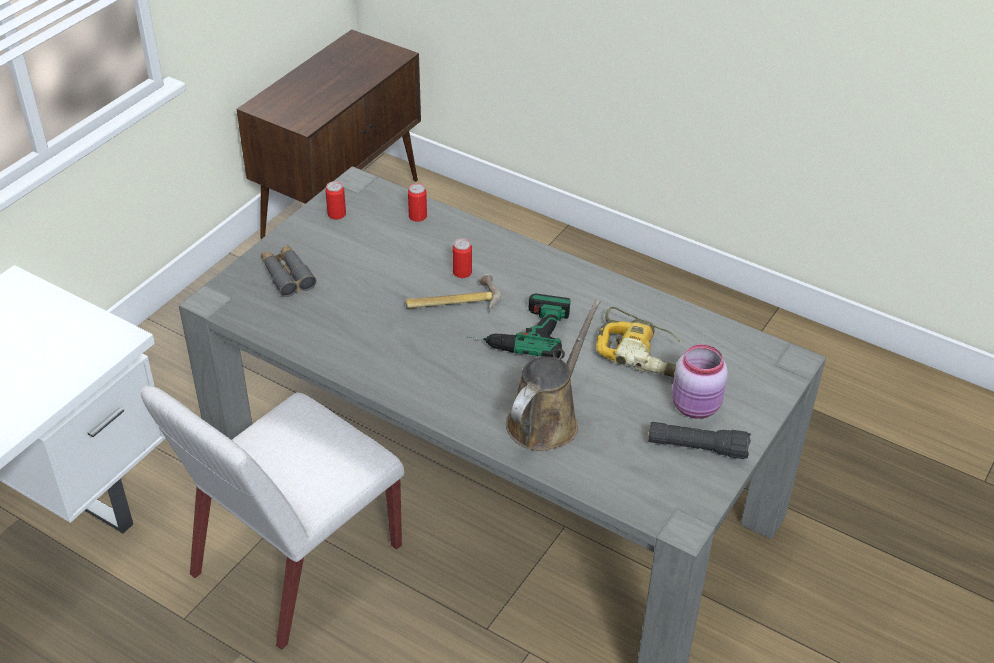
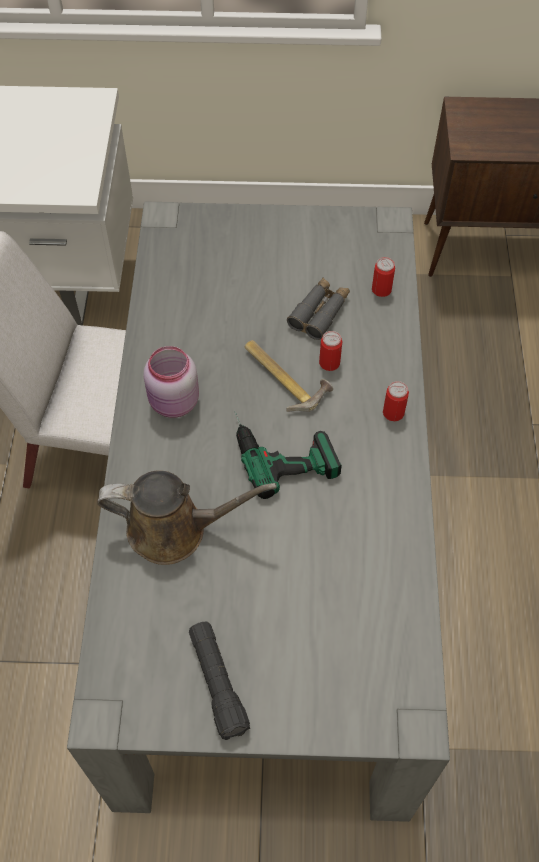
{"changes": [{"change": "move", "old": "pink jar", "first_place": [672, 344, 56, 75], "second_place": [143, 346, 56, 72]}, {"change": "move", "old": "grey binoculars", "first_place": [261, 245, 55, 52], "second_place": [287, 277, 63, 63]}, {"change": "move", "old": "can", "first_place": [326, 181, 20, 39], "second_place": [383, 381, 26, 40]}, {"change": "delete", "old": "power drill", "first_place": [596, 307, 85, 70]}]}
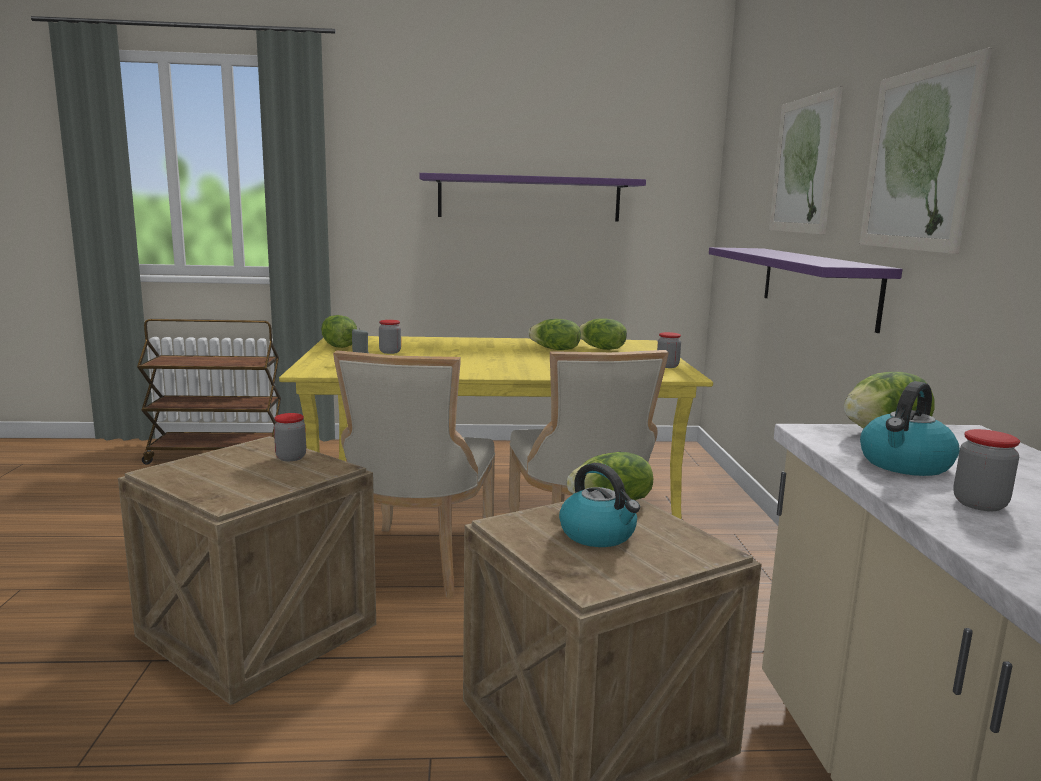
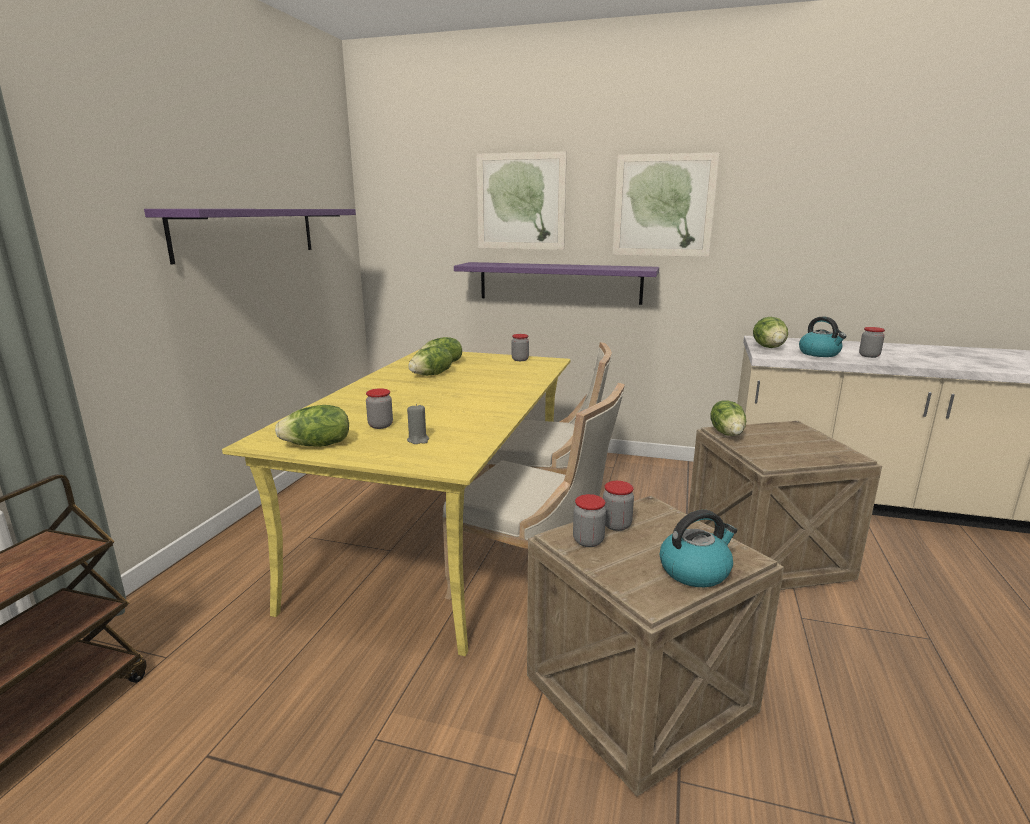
{"changes": [{"change": "insert", "new": "jar", "second_place": [573, 494, 33, 53]}, {"change": "move", "old": "kettle", "first_place": [559, 463, 81, 84], "second_place": [660, 510, 77, 77]}]}
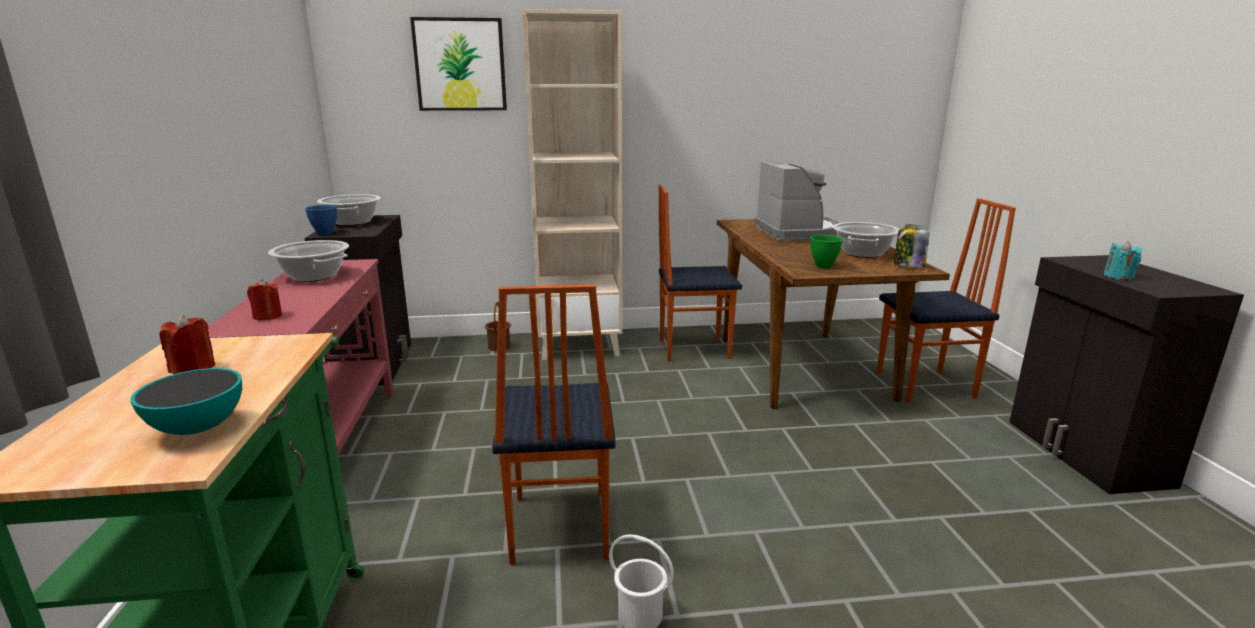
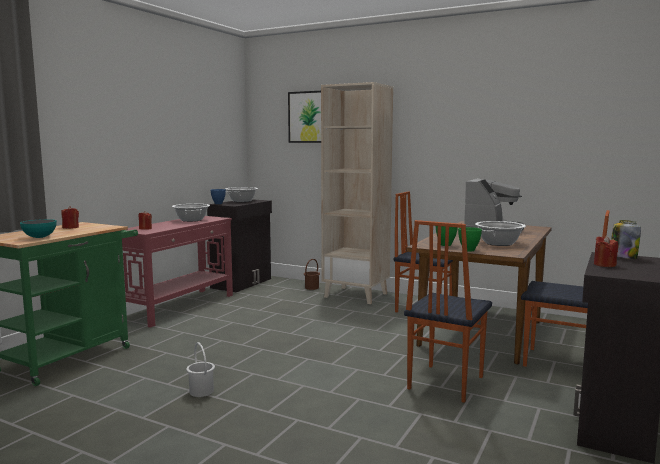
{"changes": [{"change": "move", "old": "chair", "first_place": [492, 284, 124, 281], "second_place": [404, 220, 88, 183]}, {"change": "insert", "new": "green bowl", "second_place": [458, 227, 24, 25]}, {"change": "recolor", "old": "turquoise candle", "new": "red candle", "first_place": [1104, 241, 38, 40], "second_place": [594, 236, 24, 31]}, {"change": "move", "old": "jar", "first_place": [894, 224, 36, 44], "second_place": [611, 220, 30, 39]}]}
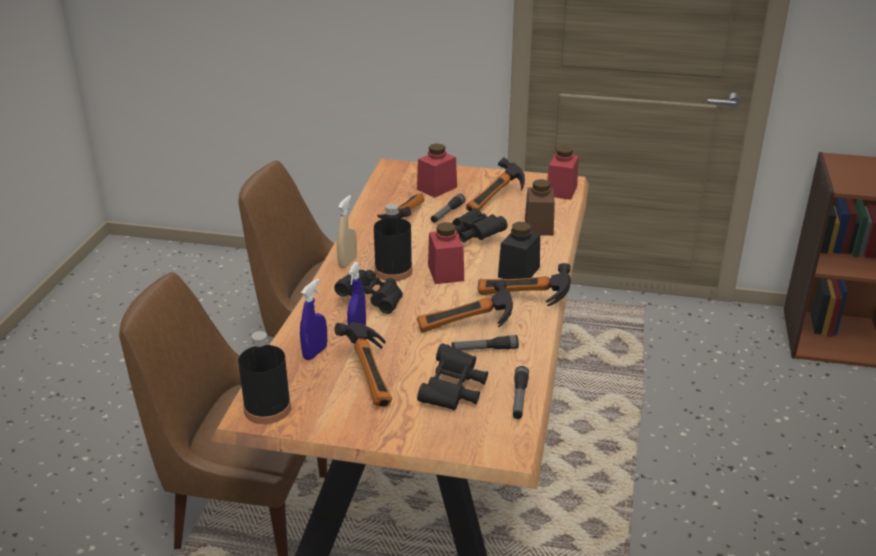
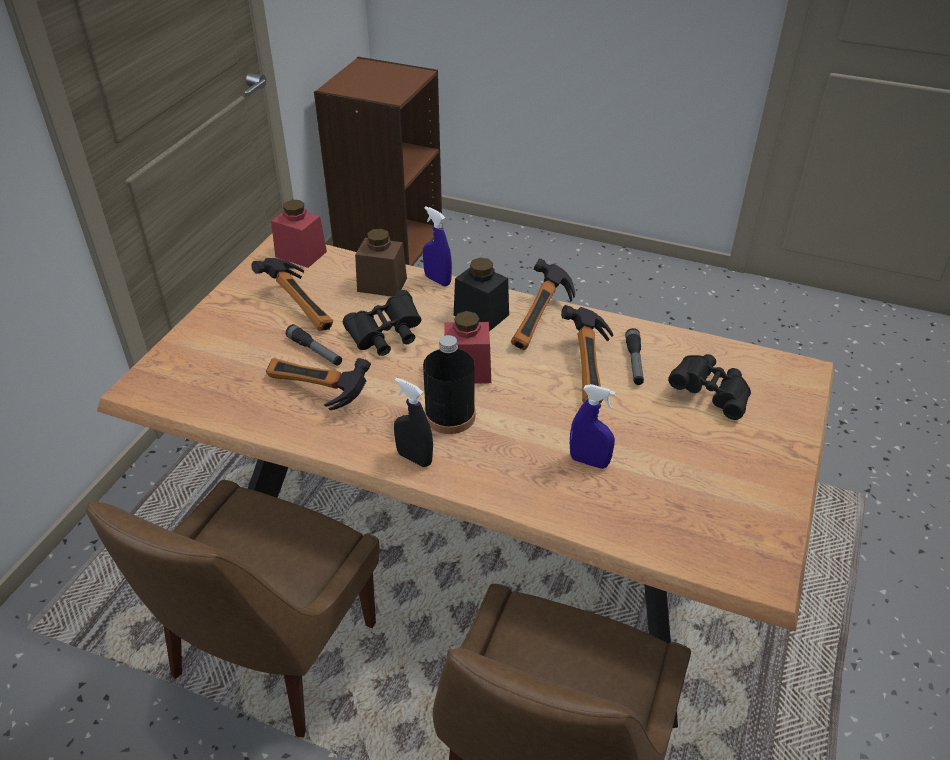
{"changes": [{"change": "recolor", "old": "beige spray bottle", "new": "black spray bottle", "first_place": [337, 195, 20, 73], "second_place": [394, 377, 39, 90]}, {"change": "move", "old": "blue spray bottle", "first_place": [300, 278, 27, 82], "second_place": [423, 206, 29, 80]}, {"change": "delete", "old": "black bottle", "first_place": [238, 331, 53, 93]}, {"change": "delete", "old": "black binoculars", "first_place": [334, 270, 69, 44]}, {"change": "delete", "old": "hammer", "first_place": [335, 322, 57, 85]}, {"change": "delete", "old": "red jar", "first_place": [417, 144, 40, 54]}, {"change": "delete", "old": "flashlight", "first_place": [513, 366, 16, 53]}]}
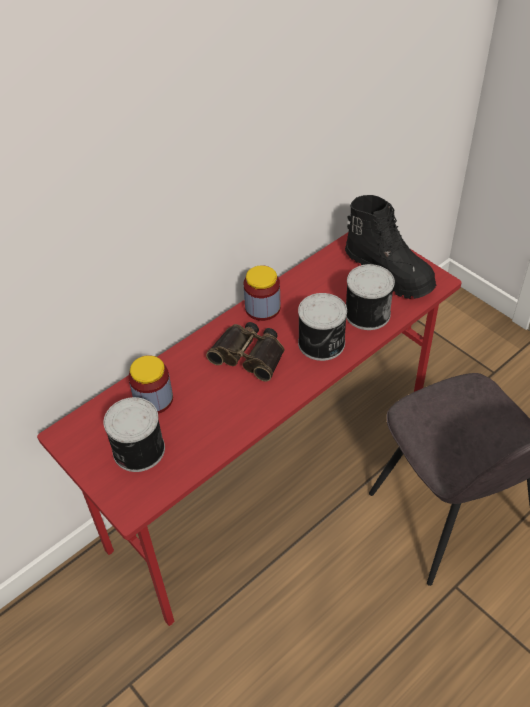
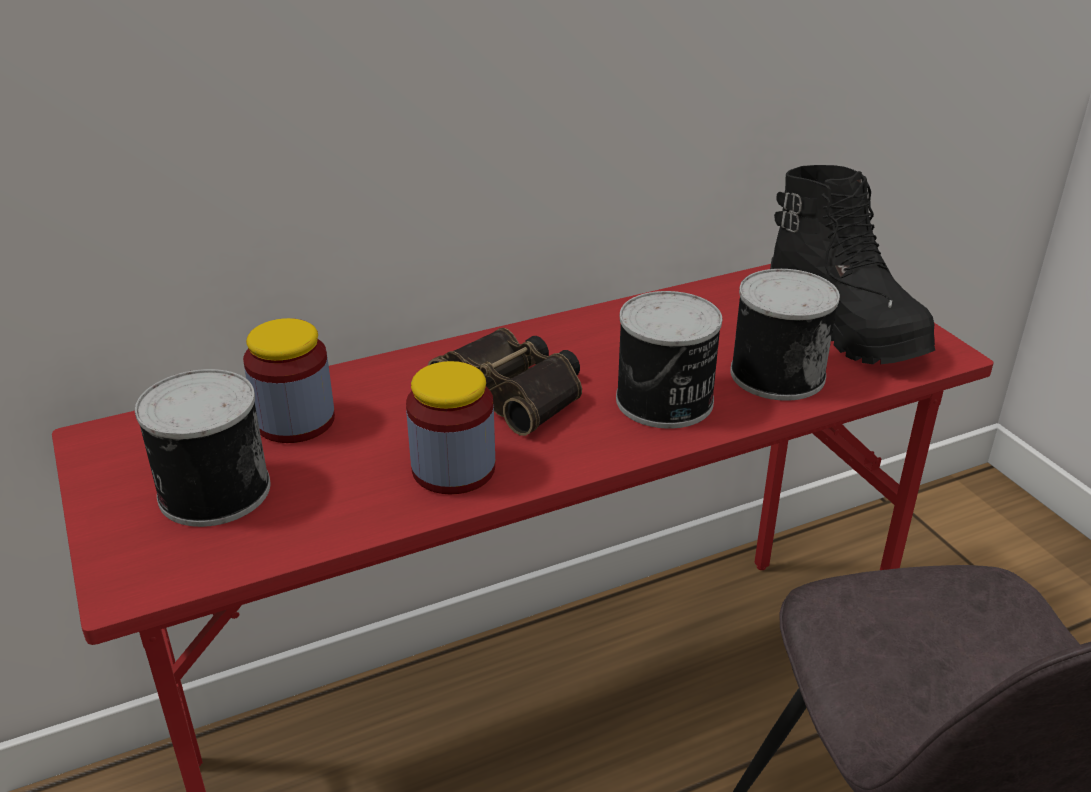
{"changes": [{"change": "move", "old": "jar", "first_place": [244, 265, 36, 56], "second_place": [406, 361, 89, 134]}]}
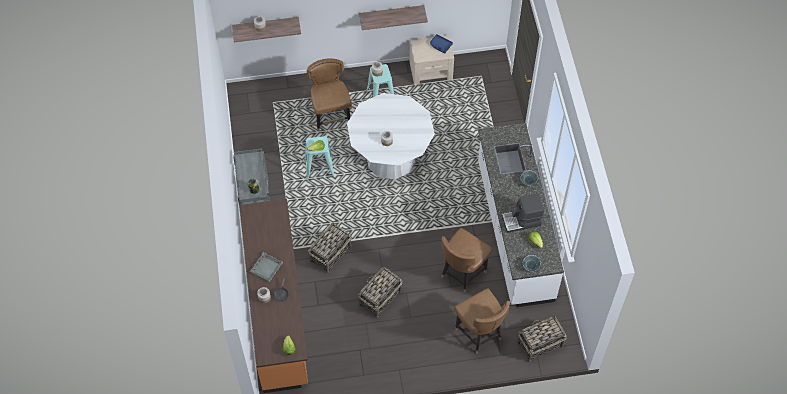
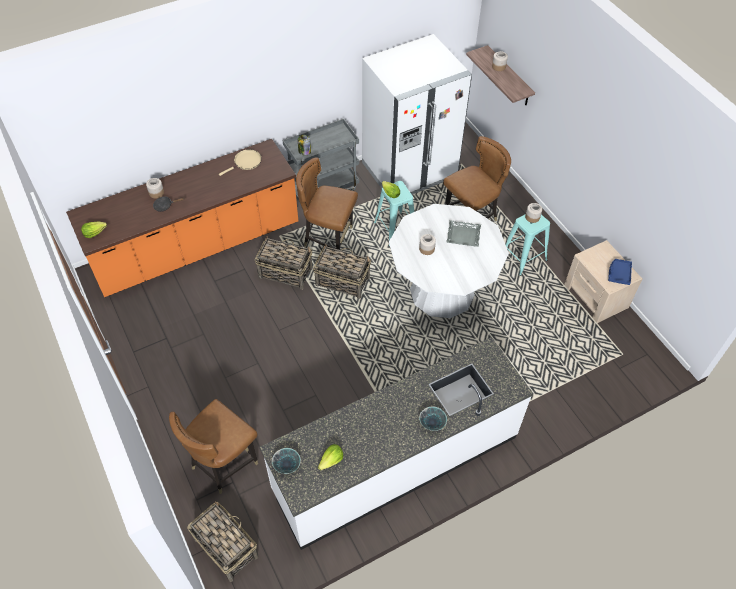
{"changes": [{"change": "insert", "new": "beige frying pan", "second_place": [219, 149, 43, 27]}, {"change": "move", "old": "brown chair", "first_place": [441, 228, 52, 65], "second_place": [296, 157, 62, 93]}, {"change": "move", "old": "basket", "first_place": [358, 266, 45, 52], "second_place": [313, 244, 58, 55]}, {"change": "insert", "new": "white fridge", "second_place": [362, 34, 110, 161]}, {"change": "move", "old": "grey tray", "first_place": [250, 252, 33, 30], "second_place": [446, 220, 35, 27]}, {"change": "delete", "old": "shelf", "first_place": [359, 5, 69, 25]}, {"change": "delete", "old": "coffee machine", "first_place": [502, 193, 42, 40]}]}
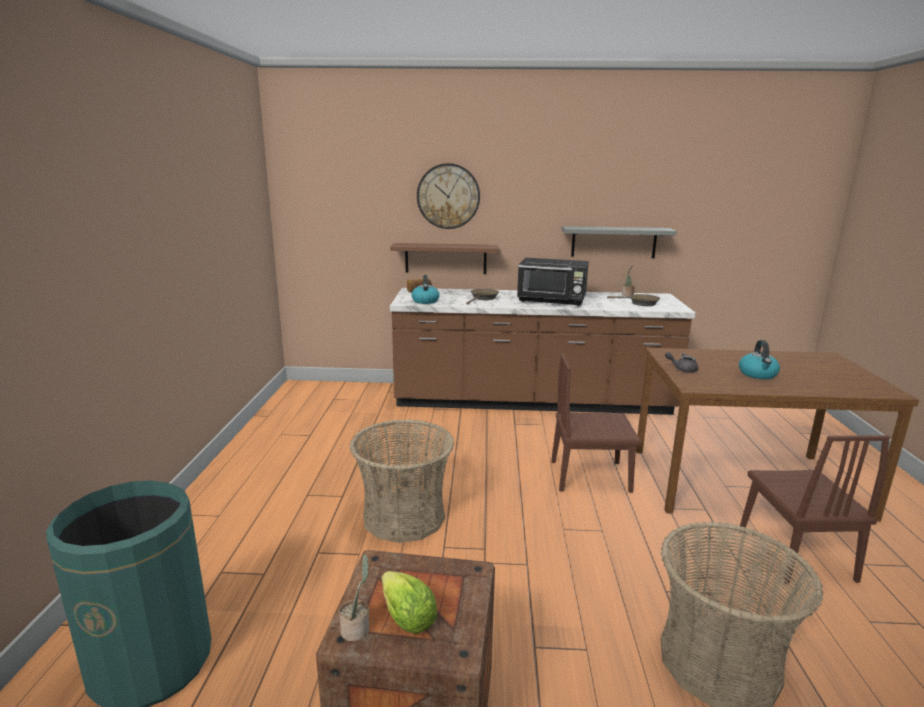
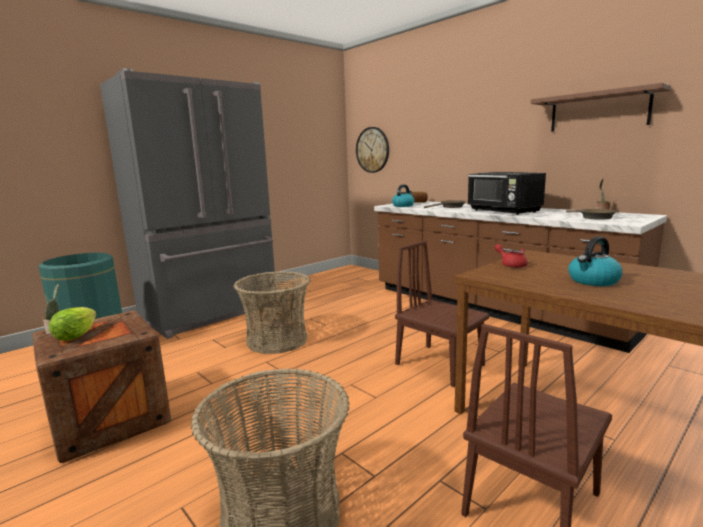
{"changes": [{"change": "insert", "new": "grey fridge", "second_place": [100, 68, 178, 271]}, {"change": "move", "old": "wall clock", "first_place": [417, 163, 63, 66], "second_place": [356, 127, 33, 46]}, {"change": "recolor", "old": "grey teapot", "new": "red teapot", "first_place": [665, 352, 33, 20], "second_place": [494, 244, 34, 24]}, {"change": "move", "old": "brown shelf", "first_place": [390, 243, 108, 31], "second_place": [531, 83, 140, 49]}, {"change": "delete", "old": "grey shelf", "first_place": [562, 226, 115, 32]}]}
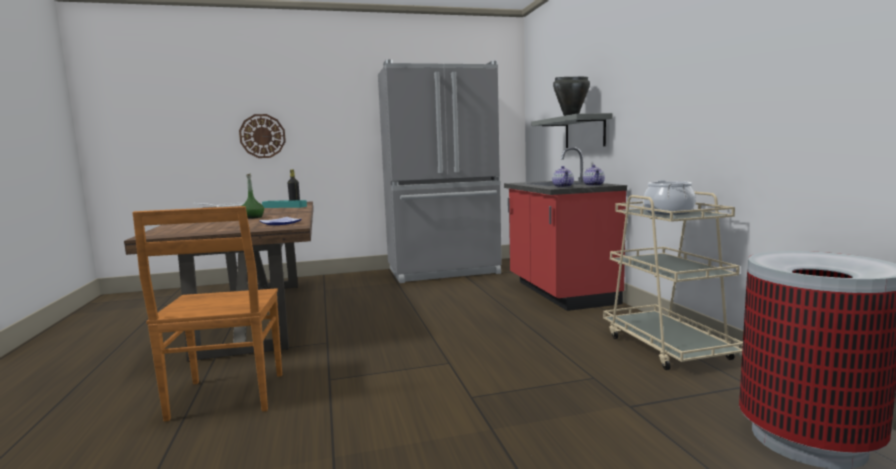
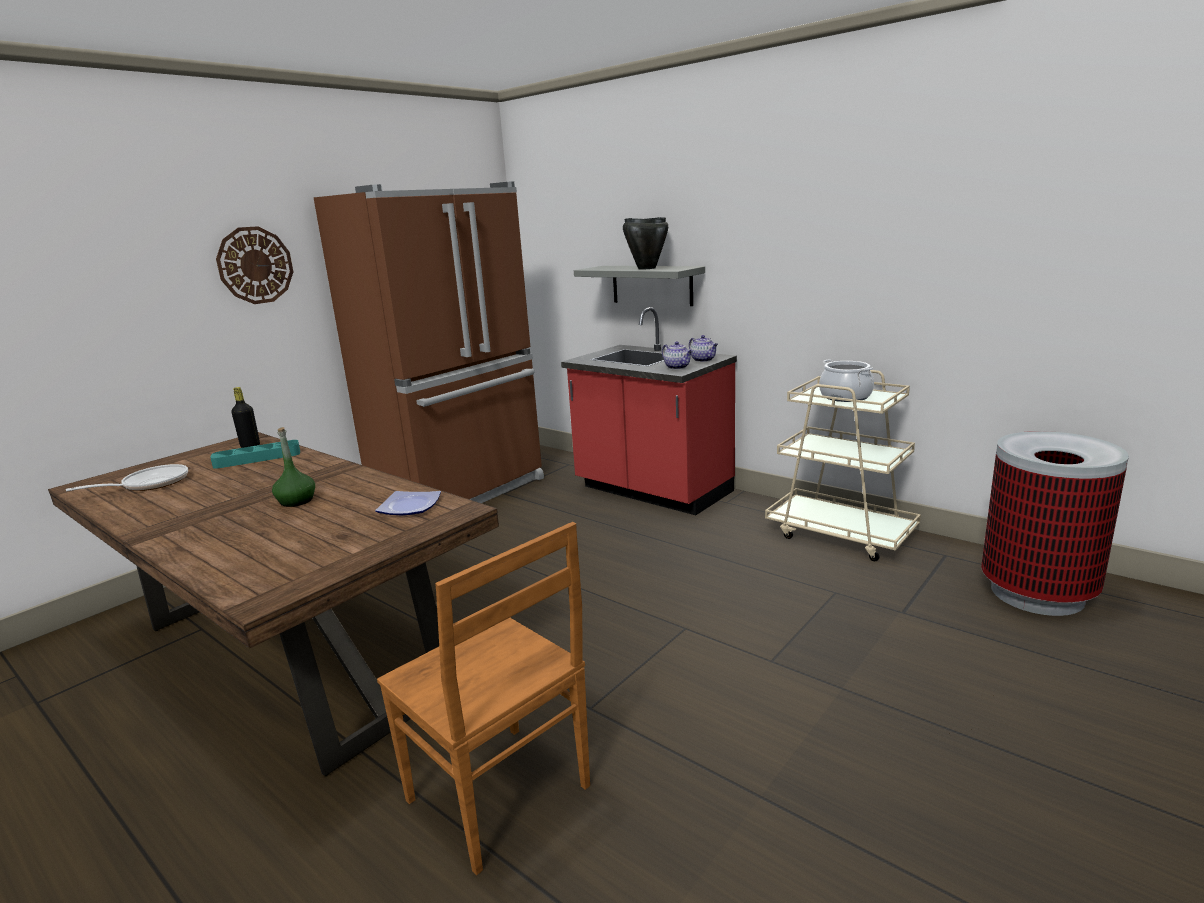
{"changes": [{"change": "move", "old": "wall clock", "first_place": [239, 114, 47, 44], "second_place": [216, 226, 77, 78]}, {"change": "recolor", "old": "grey fridge", "new": "brown fridge", "first_place": [378, 59, 124, 224], "second_place": [313, 181, 231, 322]}]}
